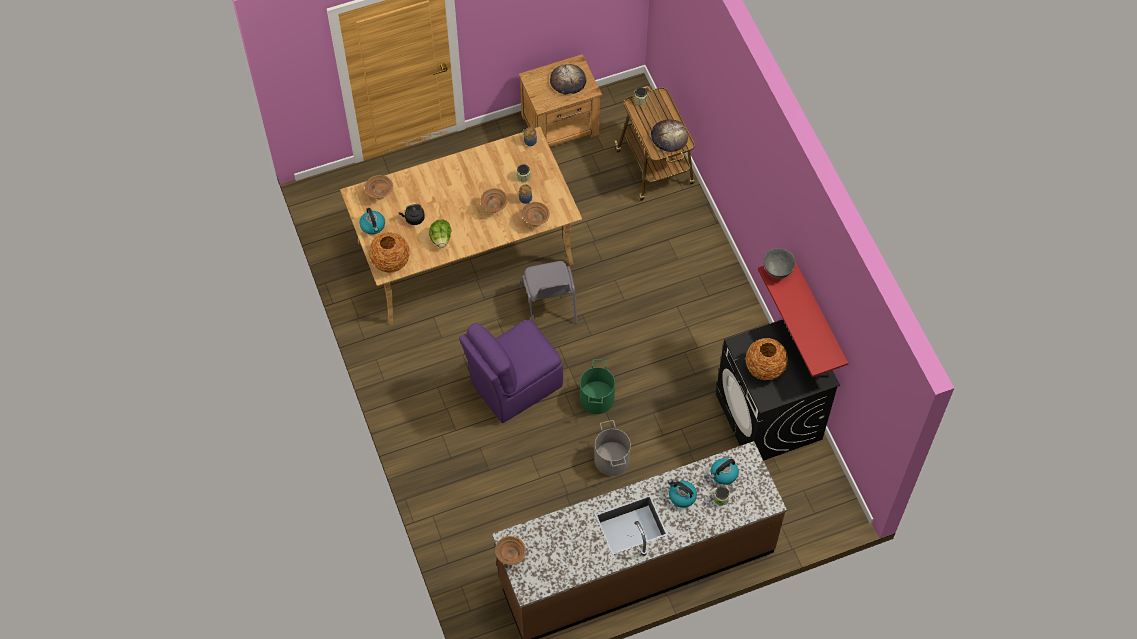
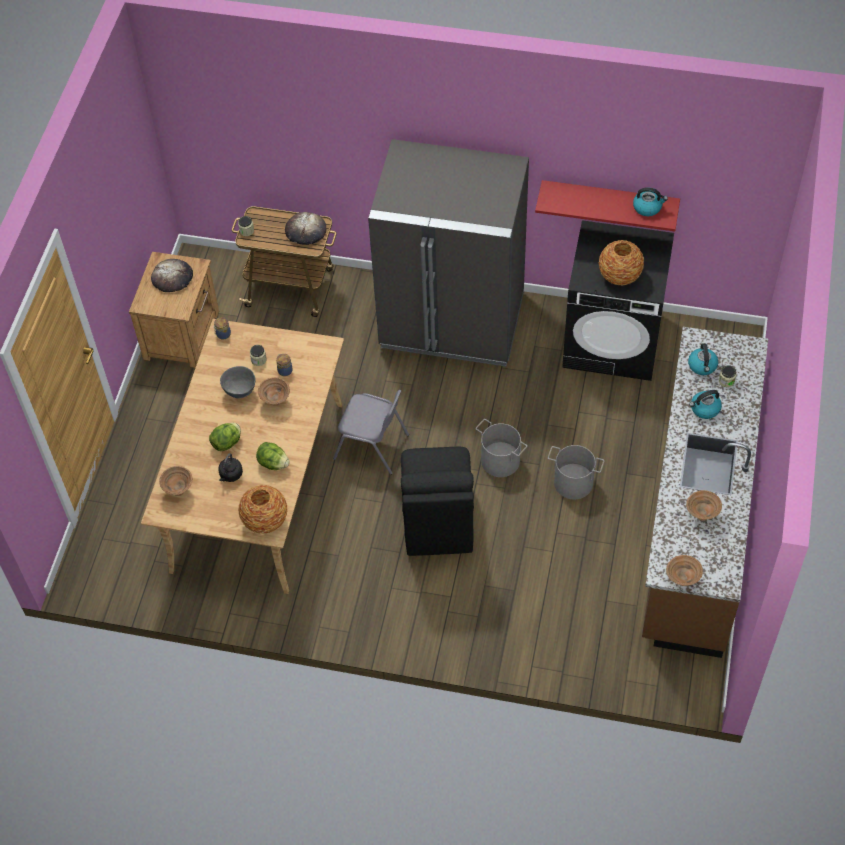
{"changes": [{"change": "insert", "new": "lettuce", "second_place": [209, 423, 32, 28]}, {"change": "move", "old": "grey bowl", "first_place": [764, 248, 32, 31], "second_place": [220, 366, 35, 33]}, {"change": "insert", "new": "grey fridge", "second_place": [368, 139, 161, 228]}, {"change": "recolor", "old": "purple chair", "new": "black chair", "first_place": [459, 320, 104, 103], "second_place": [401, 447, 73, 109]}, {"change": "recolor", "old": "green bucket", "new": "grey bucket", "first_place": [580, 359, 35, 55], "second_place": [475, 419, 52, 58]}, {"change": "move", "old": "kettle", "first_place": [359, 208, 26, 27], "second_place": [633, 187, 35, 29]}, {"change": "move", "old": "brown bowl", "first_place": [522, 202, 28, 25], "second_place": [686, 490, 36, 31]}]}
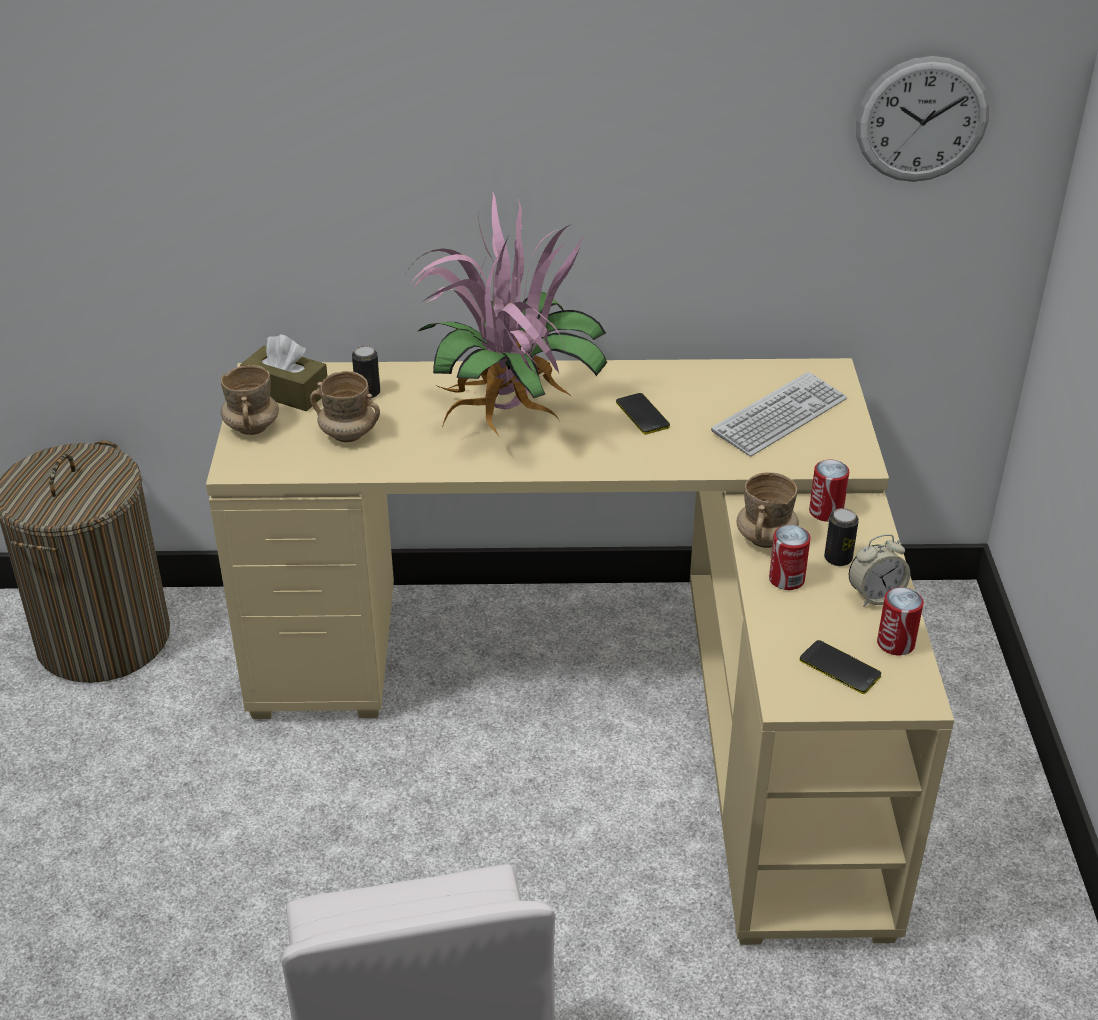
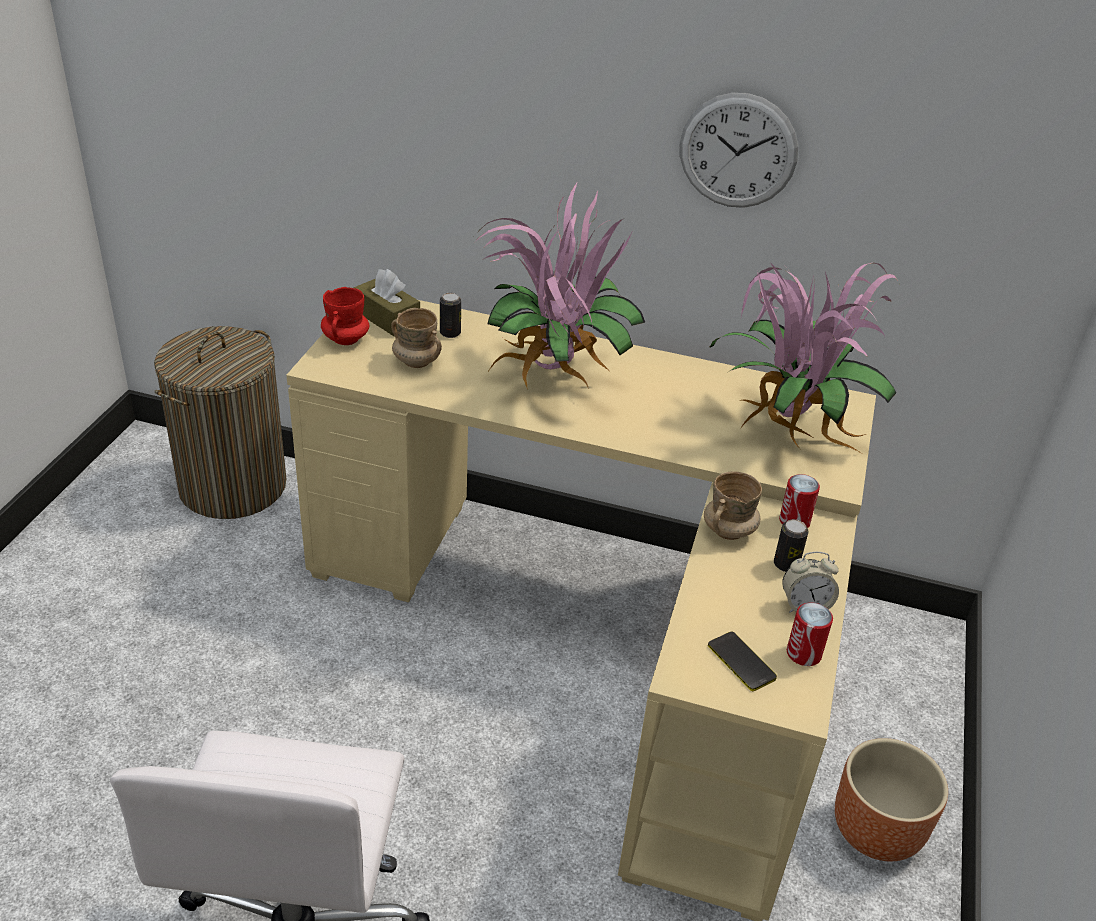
{"changes": [{"change": "recolor", "old": "beige mug", "new": "red mug", "first_place": [220, 365, 59, 70], "second_place": [321, 287, 48, 58]}, {"change": "move", "old": "wall clock", "first_place": [856, 56, 134, 126], "second_place": [680, 93, 118, 115]}, {"change": "replace", "old": "keyboard", "new": "potted plant", "first_place": [711, 372, 136, 85], "second_place": [709, 263, 191, 190]}, {"change": "insert", "new": "brown planter", "second_place": [835, 738, 113, 123]}, {"change": "delete", "old": "phone", "first_place": [616, 393, 54, 41]}, {"change": "delete", "old": "can", "first_place": [769, 525, 41, 65]}]}
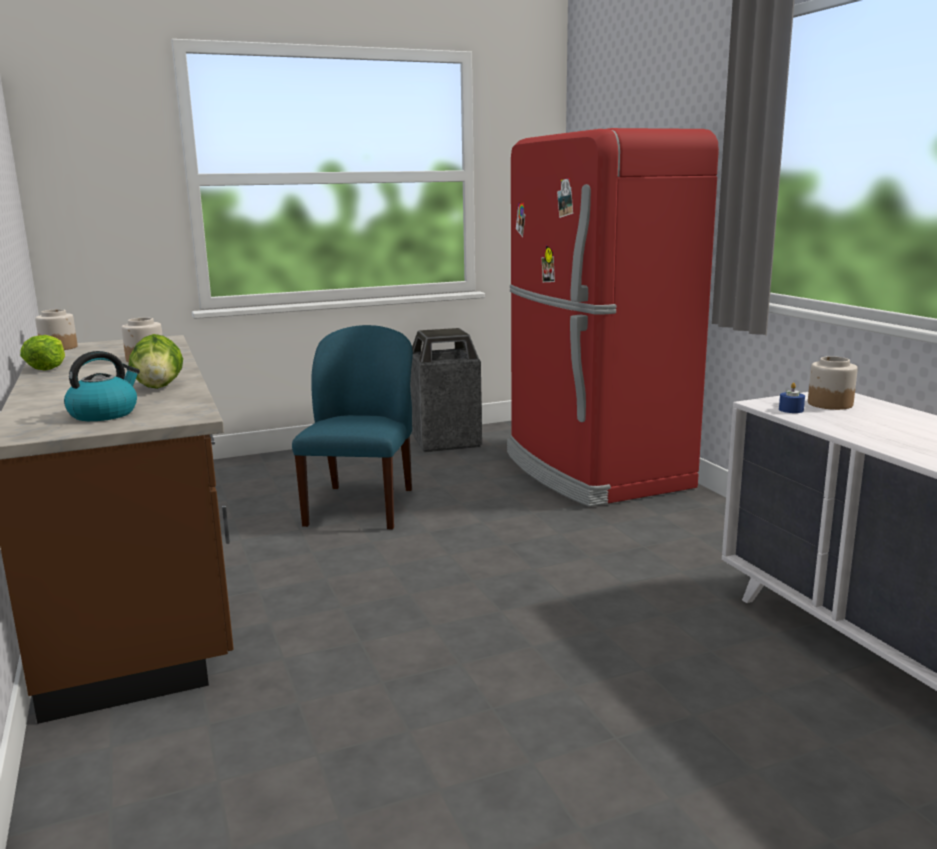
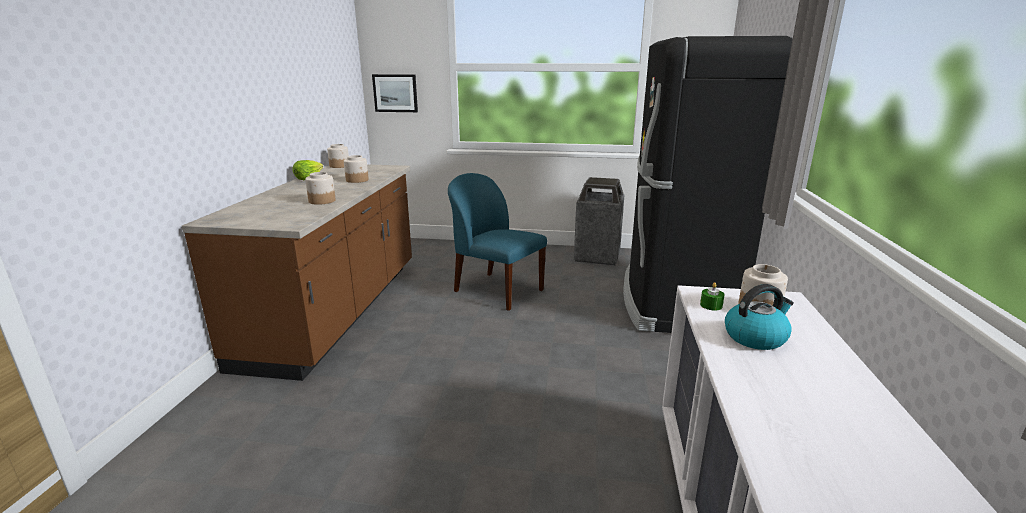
{"changes": [{"change": "replace", "old": "lettuce", "new": "jar", "first_place": [129, 334, 54, 55], "second_place": [305, 172, 31, 33]}, {"change": "insert", "new": "picture", "second_place": [372, 74, 46, 38]}, {"change": "rotate", "old": "blue chair", "first_place": [292, 325, 121, 205], "second_place": [448, 173, 99, 138], "degrees": -90}, {"change": "recolor", "old": "red fridge", "new": "black fridge", "first_place": [507, 128, 212, 379], "second_place": [623, 36, 169, 297]}, {"change": "recolor", "old": "blue candle", "new": "green candle", "first_place": [779, 383, 26, 30], "second_place": [700, 282, 25, 29]}, {"change": "move", "old": "kettle", "first_place": [64, 351, 76, 70], "second_place": [725, 284, 69, 66]}]}
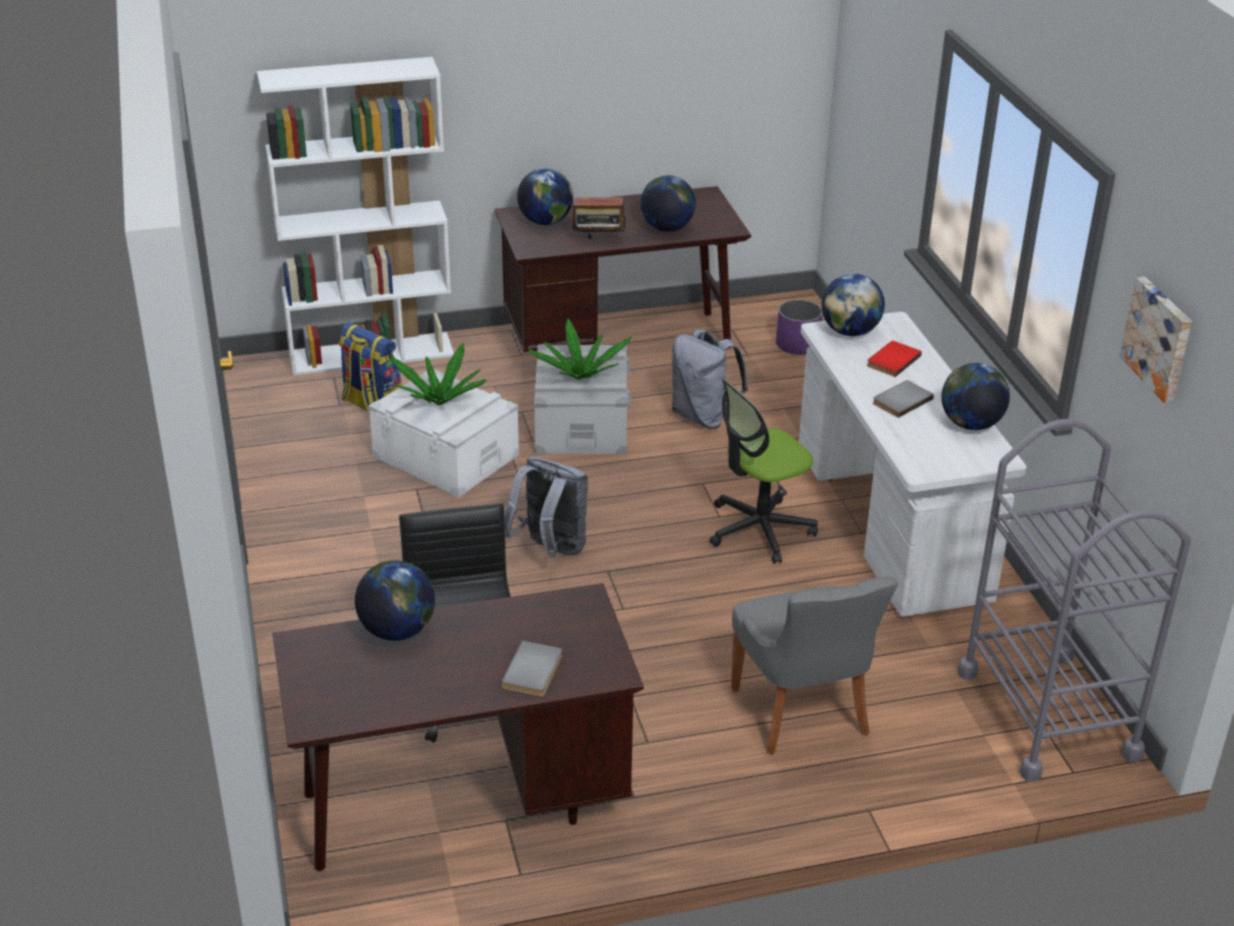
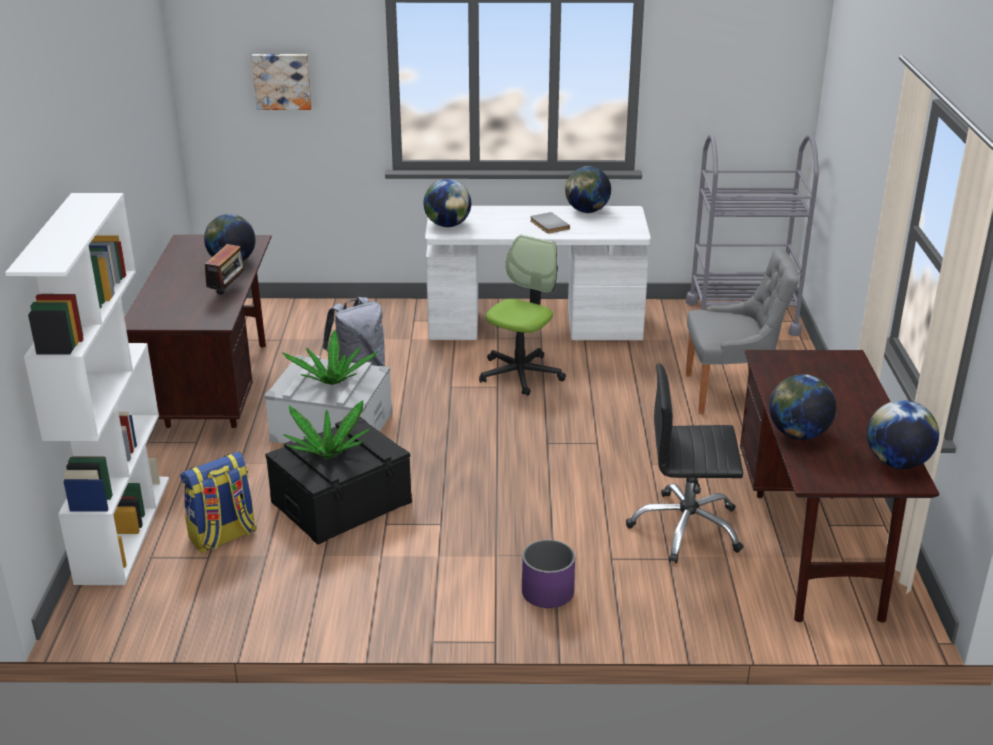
{"changes": [{"change": "move", "old": "picture", "first_place": [1120, 277, 72, 126], "second_place": [251, 54, 61, 56]}, {"change": "recolor", "old": "white storage box", "new": "black storage box", "first_place": [368, 369, 151, 129], "second_place": [265, 417, 147, 128]}, {"change": "rotate", "old": "office chair", "first_place": [709, 378, 109, 186], "second_place": [479, 235, 87, 161], "degrees": -135}, {"change": "move", "old": "purple planter", "first_place": [776, 300, 47, 55], "second_place": [522, 540, 53, 68]}, {"change": "move", "old": "globe", "first_place": [517, 168, 56, 57], "second_place": [867, 400, 72, 69]}, {"change": "delete", "old": "grey book", "first_place": [501, 641, 61, 55]}, {"change": "delete", "old": "grey backpack", "first_place": [505, 456, 83, 102]}, {"change": "delete", "old": "red book", "first_place": [867, 341, 55, 36]}]}
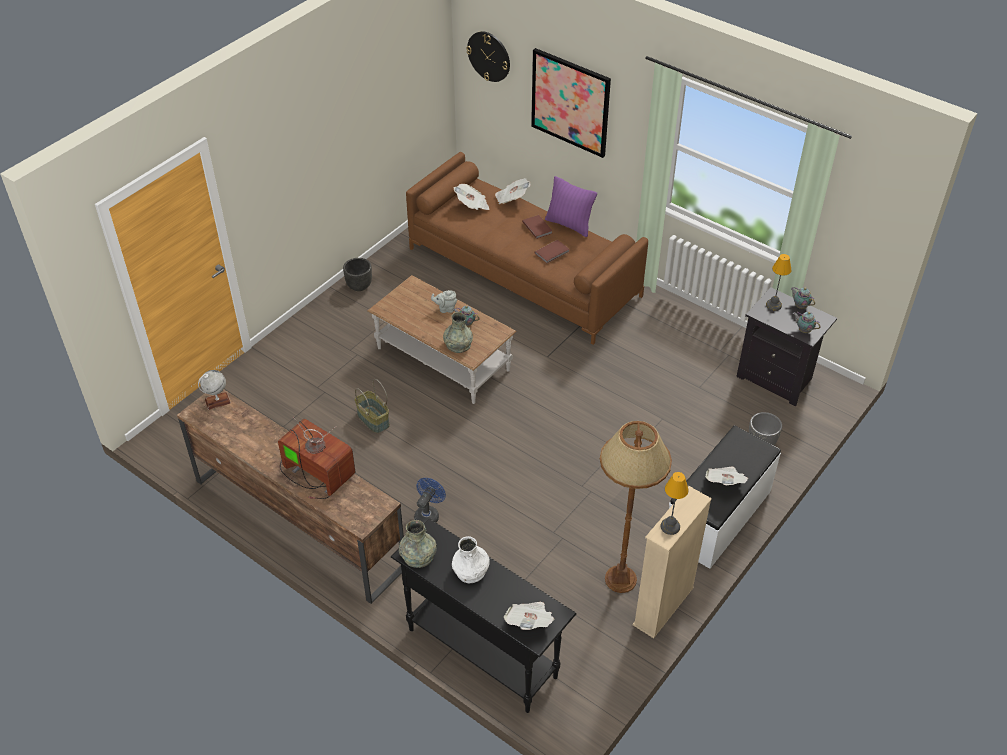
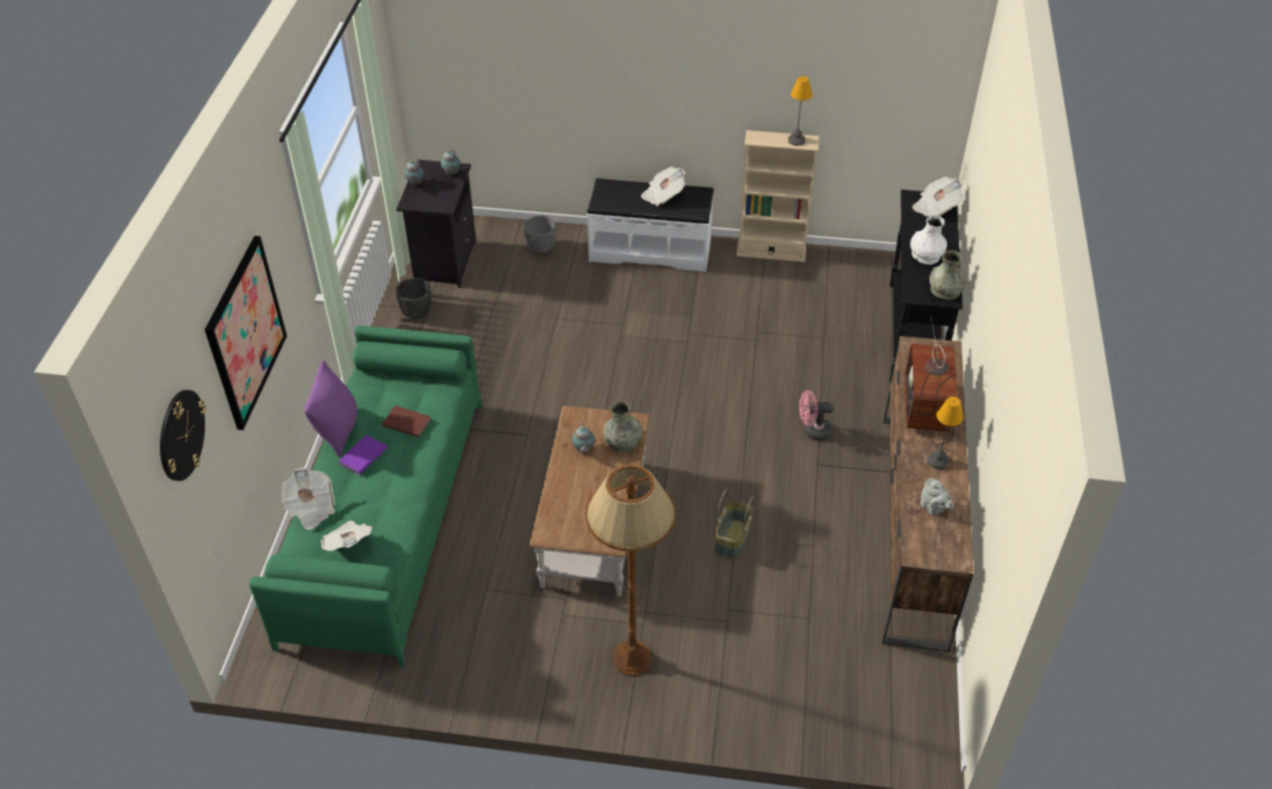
{"changes": [{"change": "recolor", "old": "brown sofa", "new": "green sofa", "first_place": [406, 152, 242, 193], "second_place": [249, 326, 233, 340]}, {"change": "recolor", "old": "brown book", "new": "purple book", "first_place": [522, 215, 31, 24], "second_place": [339, 435, 49, 40]}, {"change": "move", "old": "black planter", "first_place": [343, 258, 29, 33], "second_place": [396, 278, 36, 41]}, {"change": "move", "old": "brown floor lamp", "first_place": [600, 421, 72, 172], "second_place": [585, 465, 91, 211]}, {"change": "recolor", "old": "blue fan", "new": "pink fan", "first_place": [414, 478, 32, 45], "second_place": [799, 390, 35, 51]}, {"change": "move", "old": "grey teapot", "first_place": [431, 290, 26, 23], "second_place": [920, 478, 34, 37]}, {"change": "move", "old": "table lamp", "first_place": [766, 254, 25, 57], "second_place": [927, 396, 36, 74]}, {"change": "delete", "old": "globe", "first_place": [198, 370, 33, 40]}]}
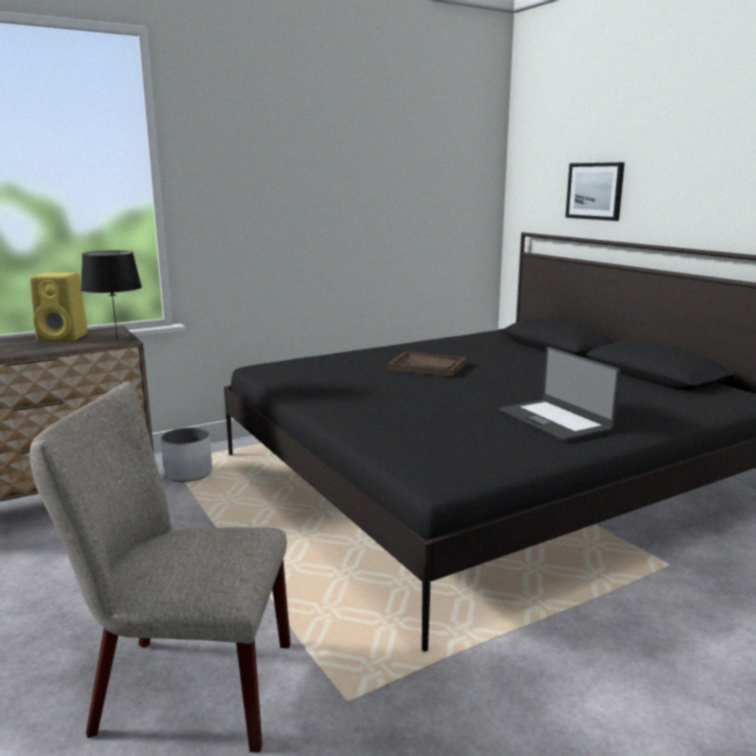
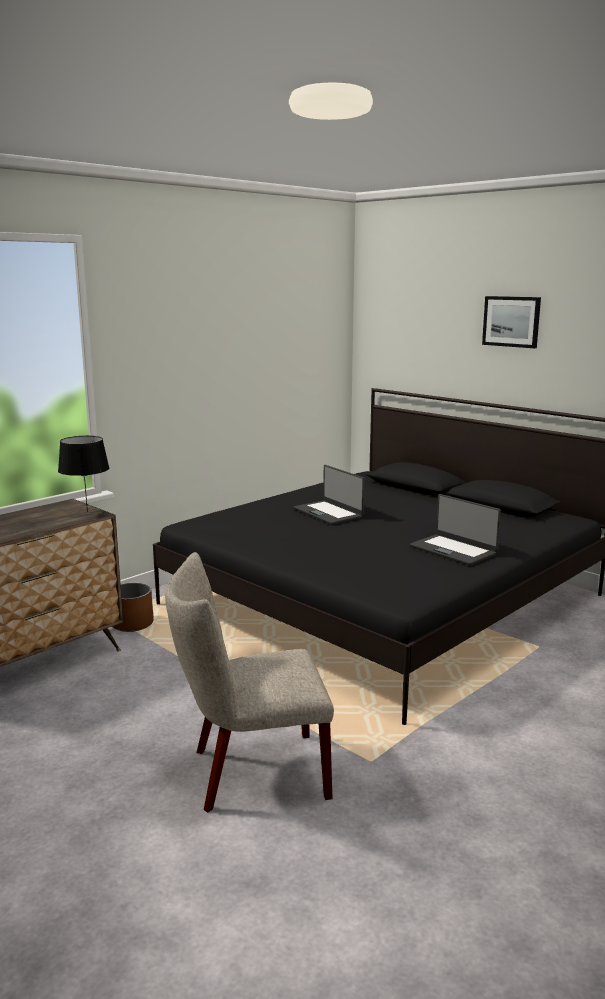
{"changes": [{"change": "recolor", "old": "white planter", "new": "brown planter", "first_place": [161, 427, 51, 55], "second_place": [112, 583, 41, 49]}, {"change": "replace", "old": "brown tray", "new": "laptop", "first_place": [388, 352, 78, 25], "second_place": [294, 465, 71, 60]}, {"change": "move", "old": "picture", "first_place": [565, 162, 60, 59], "second_place": [482, 296, 59, 52]}, {"change": "delete", "old": "yellow speaker", "first_place": [30, 272, 58, 70]}]}
